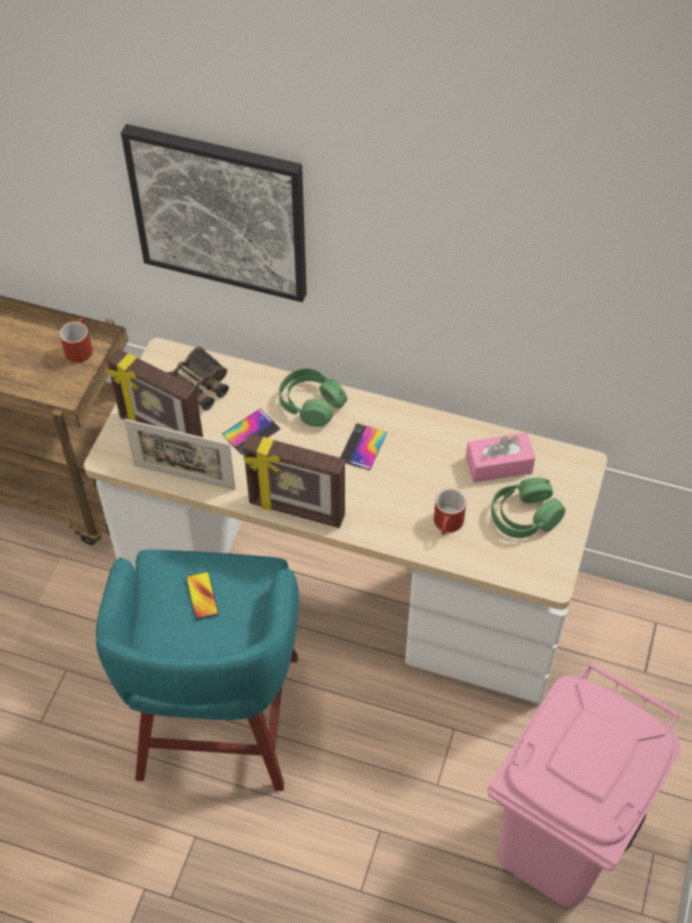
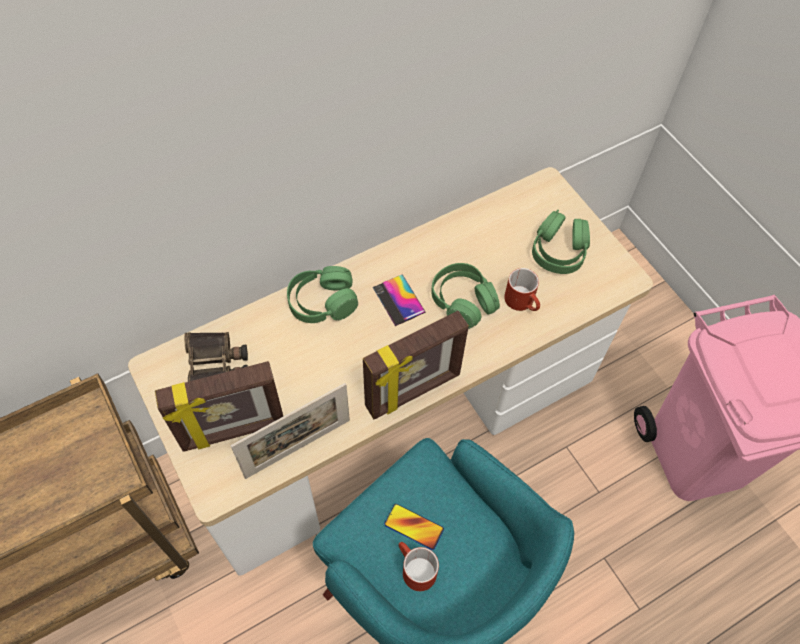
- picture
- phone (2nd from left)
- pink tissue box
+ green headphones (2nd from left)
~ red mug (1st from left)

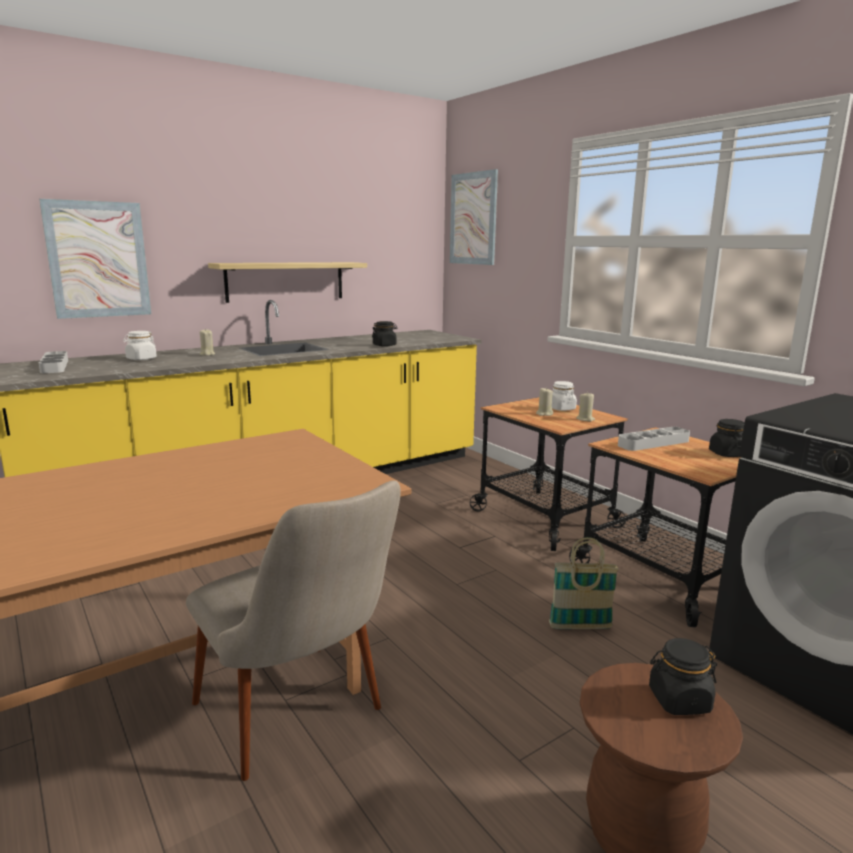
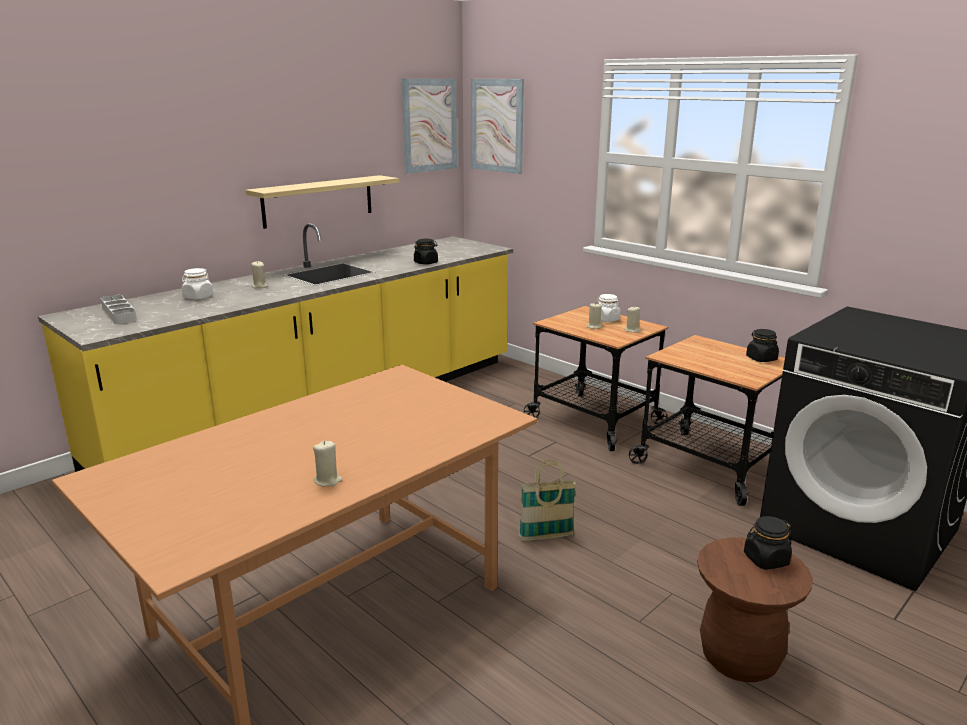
- beige chair
- grey tray (2nd from left)
+ beige candle (2nd from left)
~ picture (1st from left)
~ basket

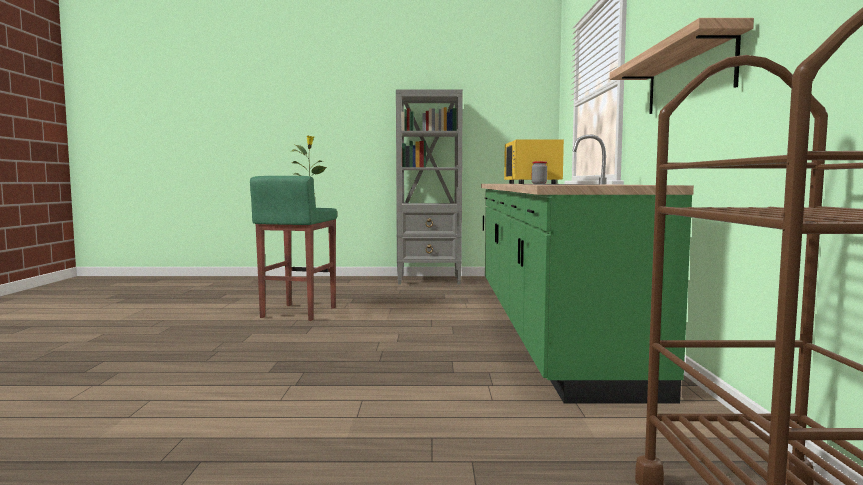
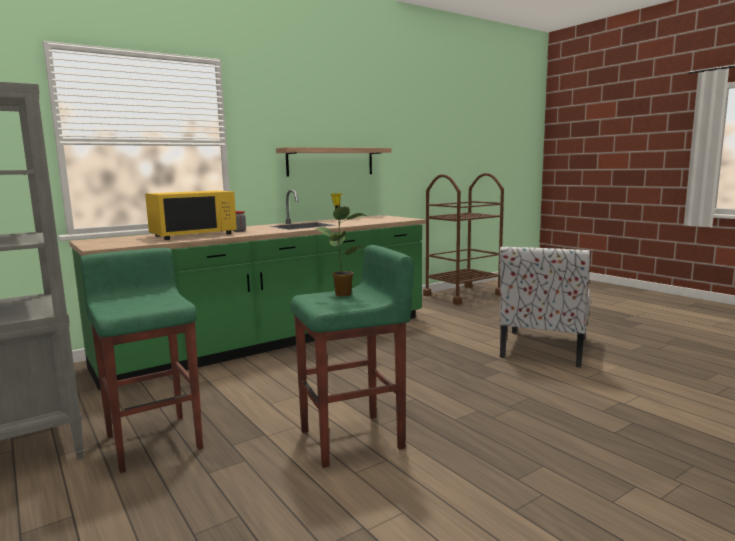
+ green stool (1st from left)
+ chair

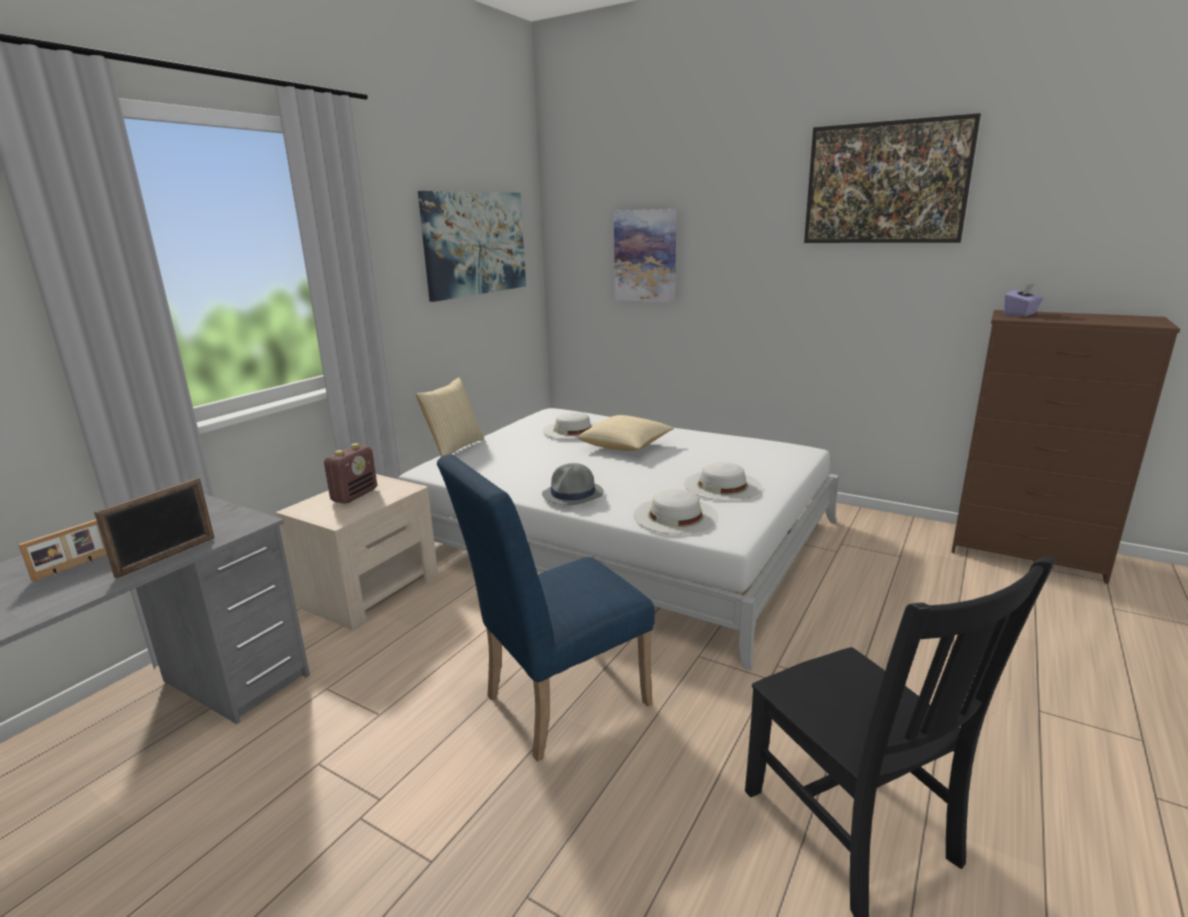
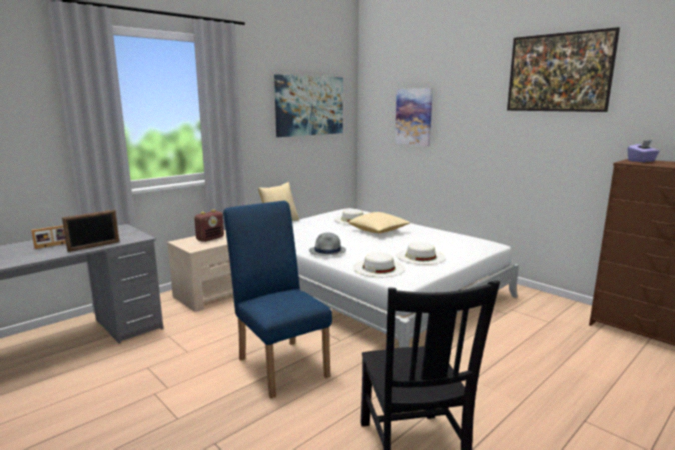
~ blue chair 75 degrees clockwise

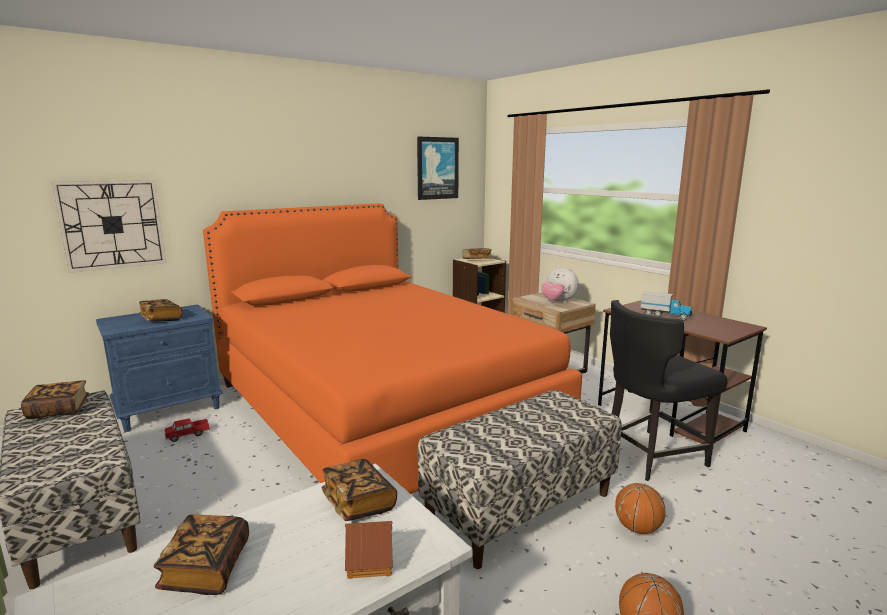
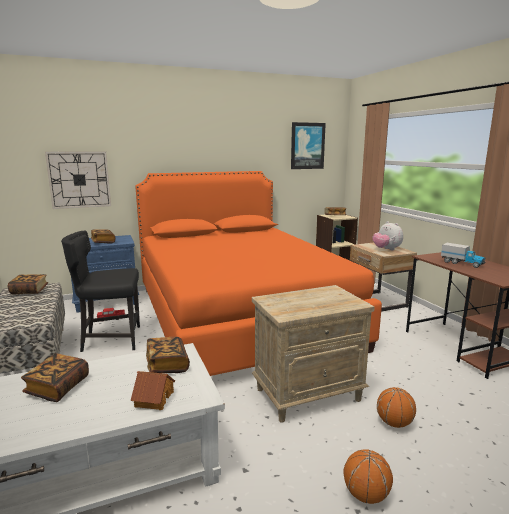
~ black chair
~ bench (2nd from left) to beige nightstand (1st from left)

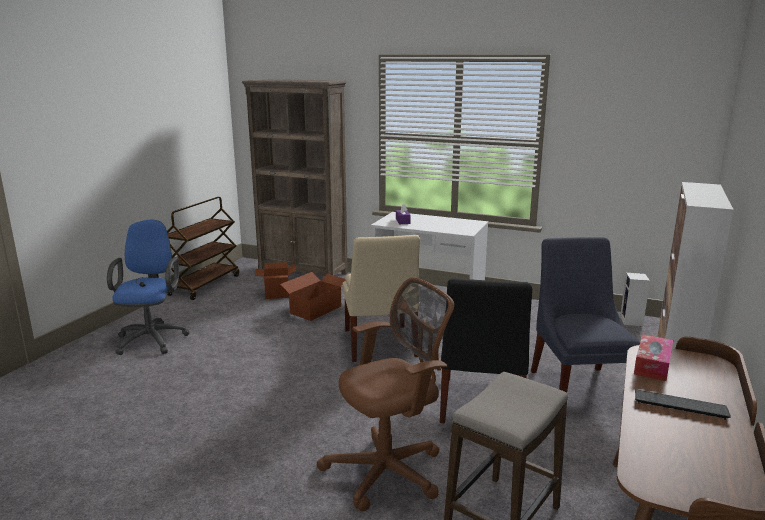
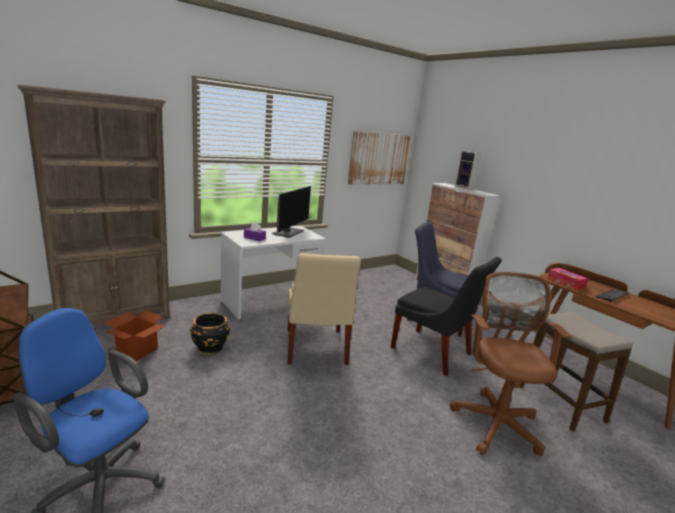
+ monitor
+ picture
~ speaker
~ cardboard box (2nd from left) to black planter
~ beige chair 60 degrees clockwise

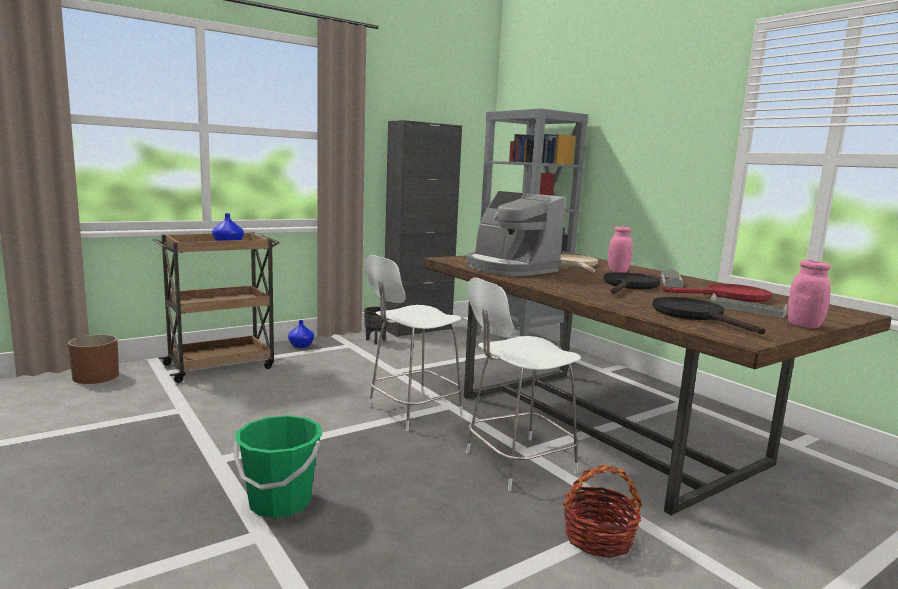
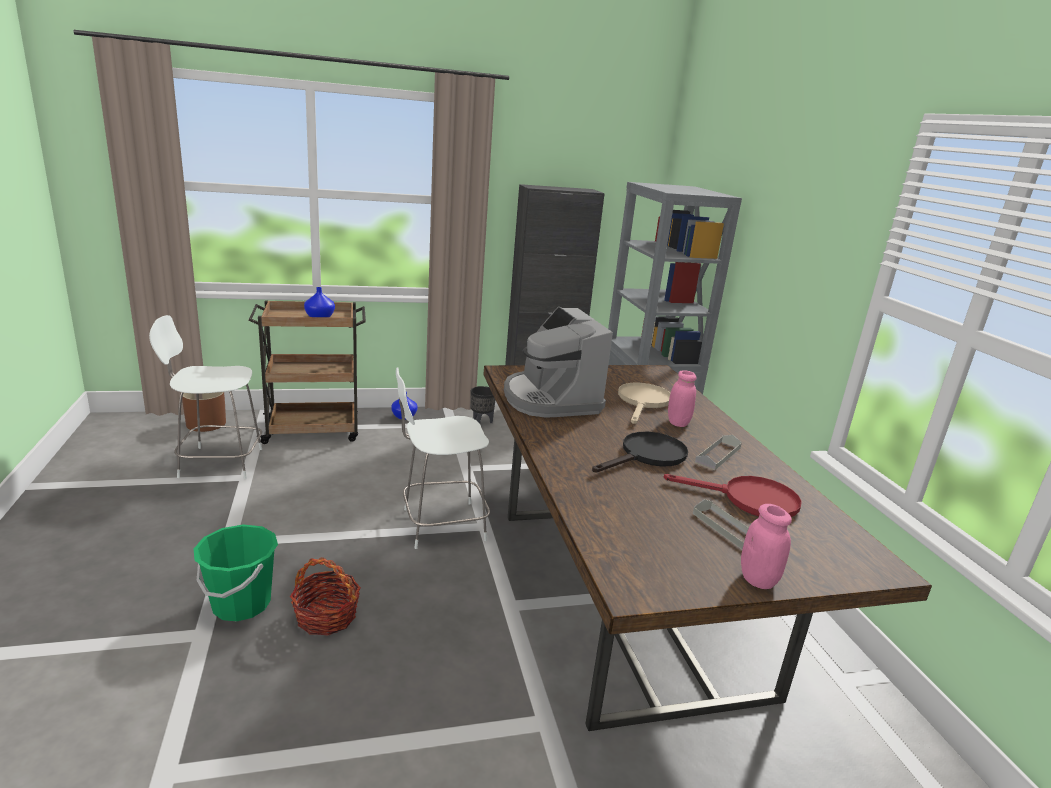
- black frying pan (2nd from left)
~ white chair (2nd from left in the first image) to white chair (1st from left)
~ basket

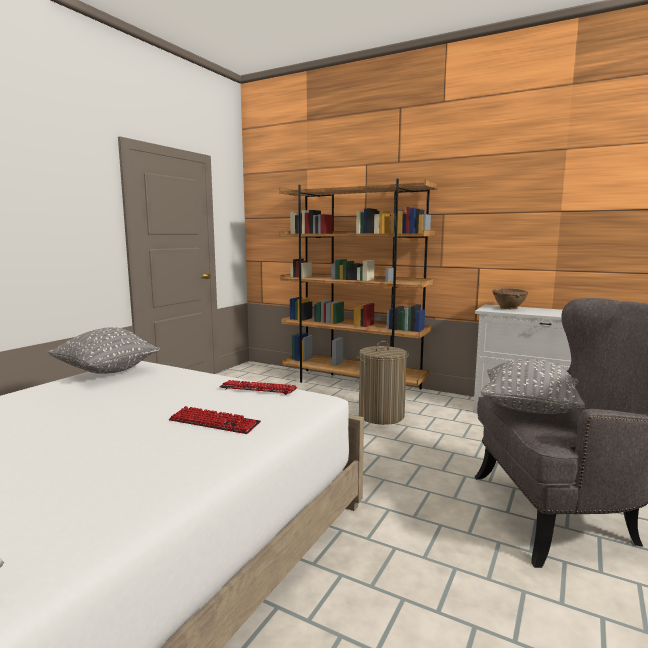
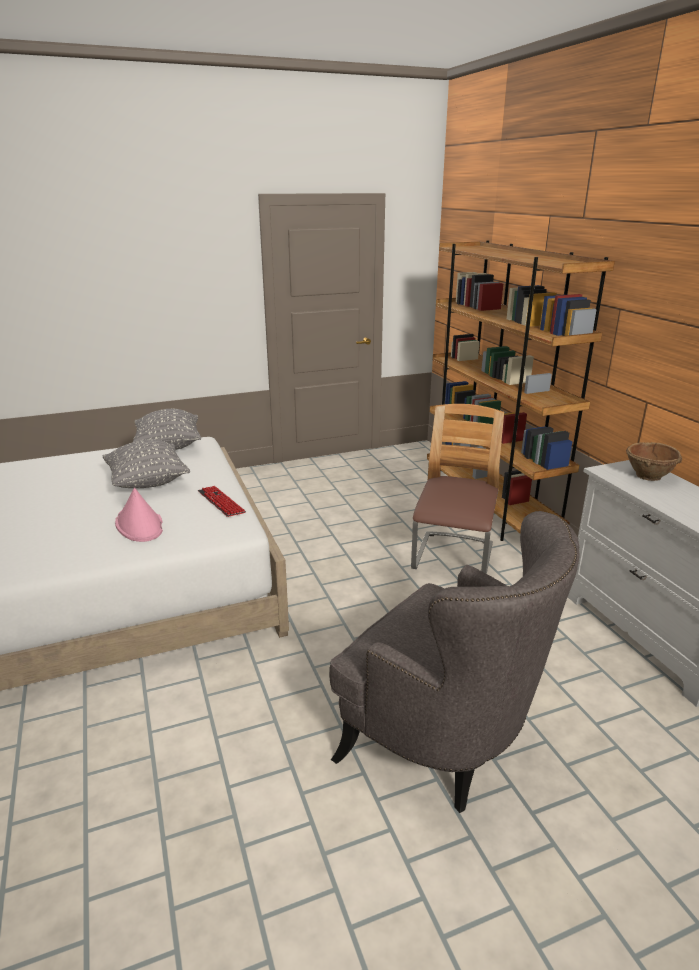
~ grey pillow (2nd from left in the first image) to grey pillow (1st from left)
~ keyboard (1st from left) to pink hat
~ laundry basket to chair

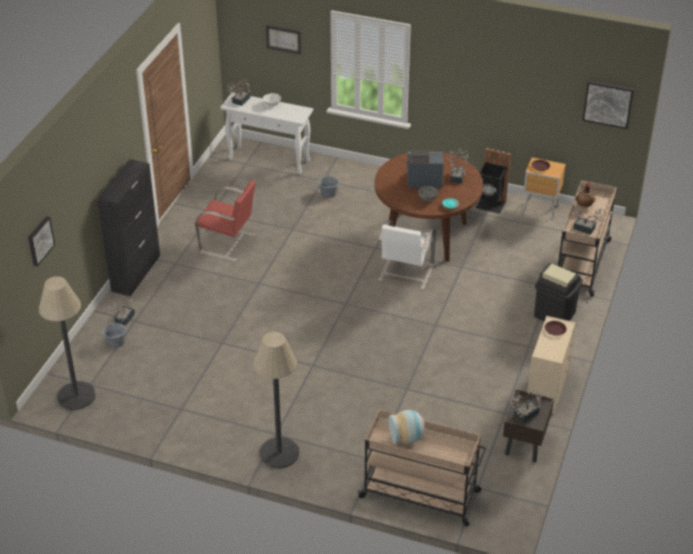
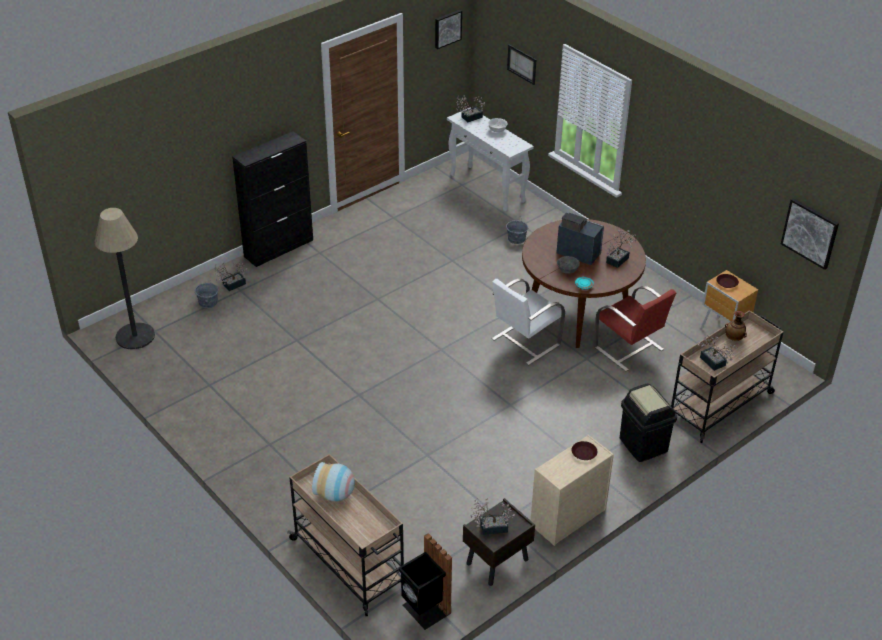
- floor lamp (2nd from left)
~ picture (1st from left)
~ red chair
~ black trash can (1st from left)

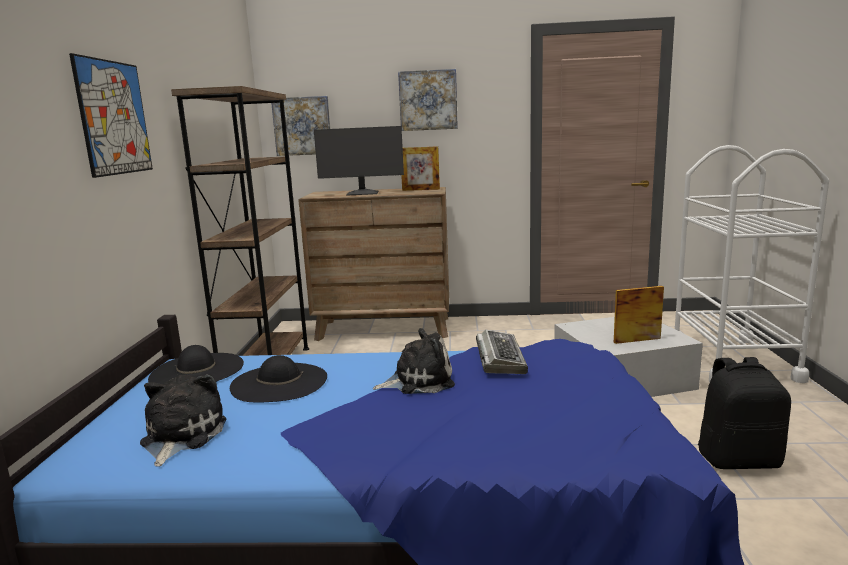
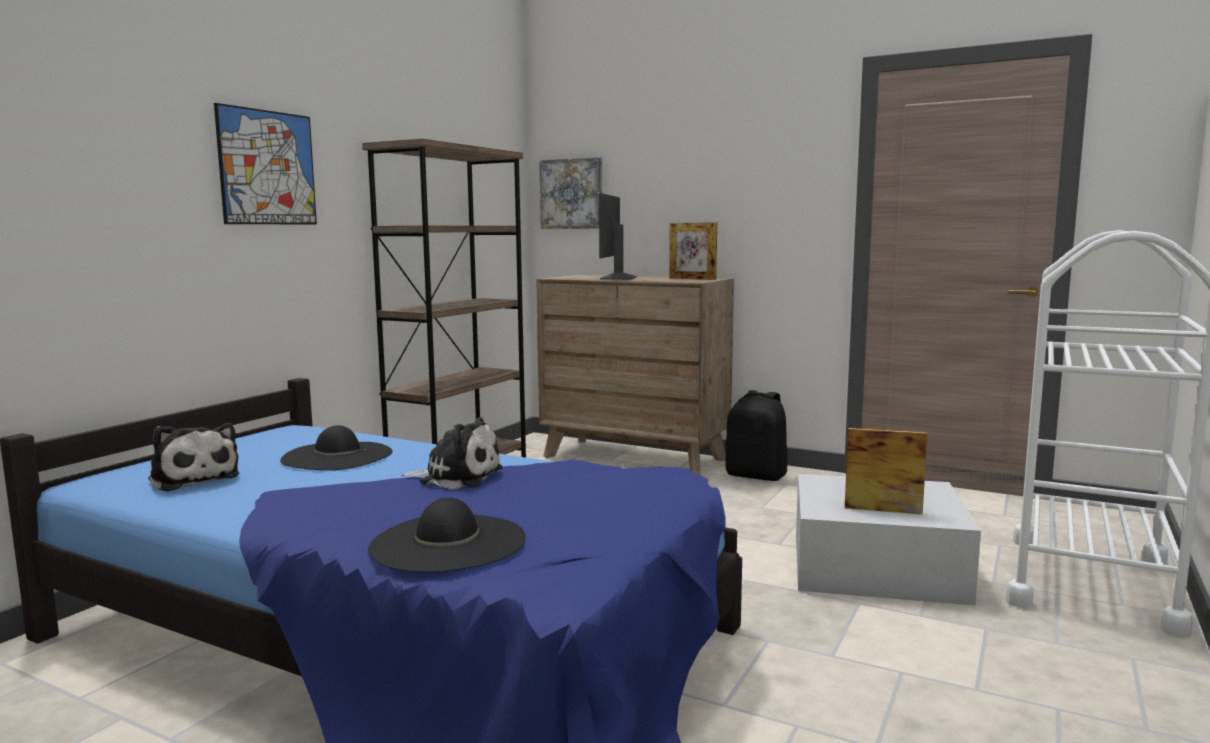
- picture (3rd from left)
- keyboard
~ black hat (1st from left in the first image) to black hat (2nd from left)
~ black backpack
~ plush toy (1st from left) 105 degrees clockwise
~ monitor 75 degrees clockwise

